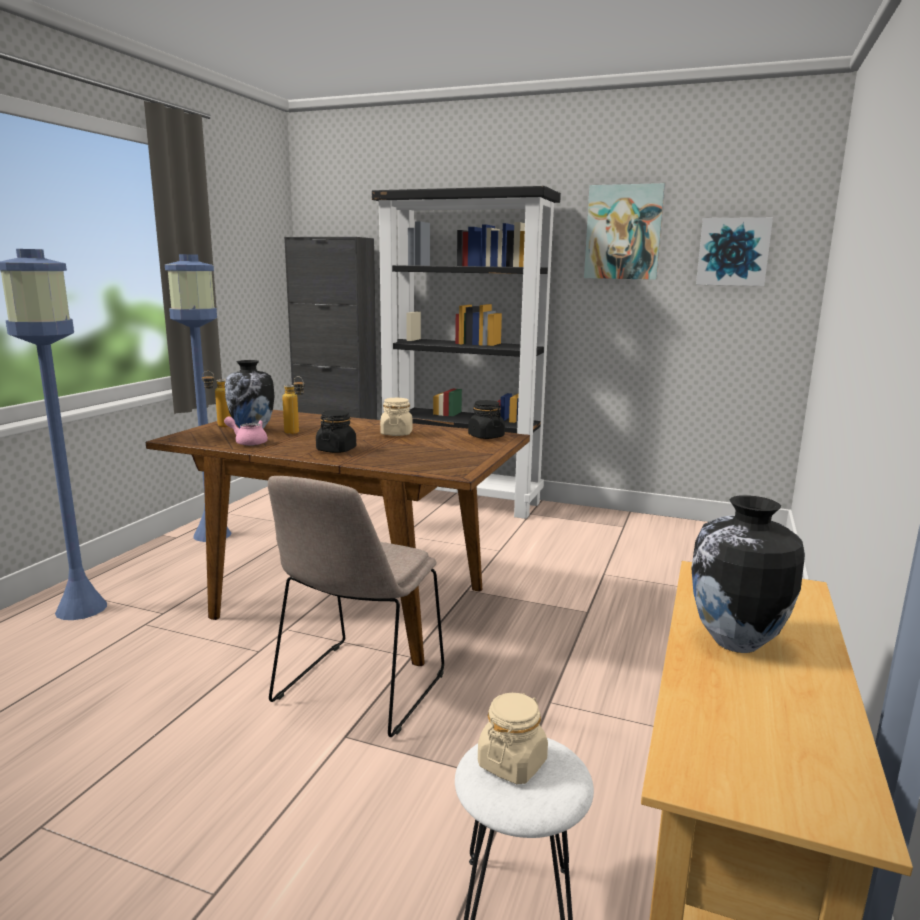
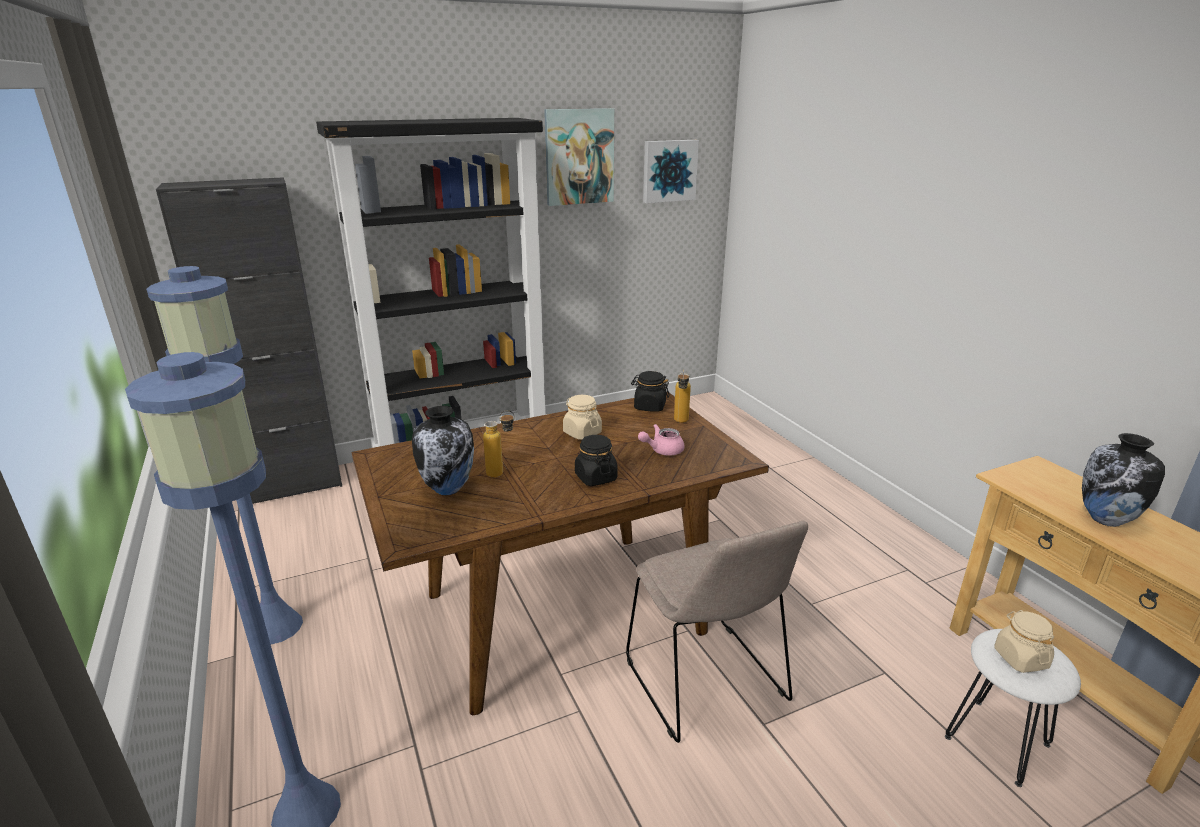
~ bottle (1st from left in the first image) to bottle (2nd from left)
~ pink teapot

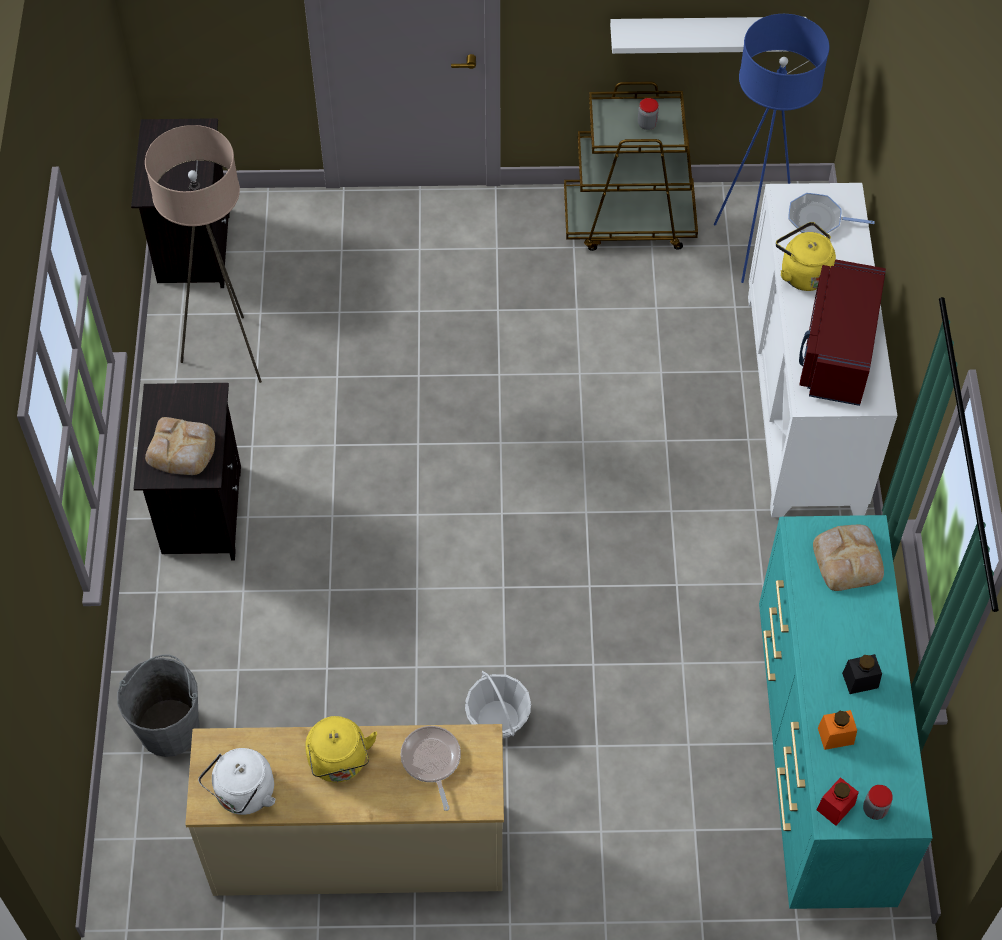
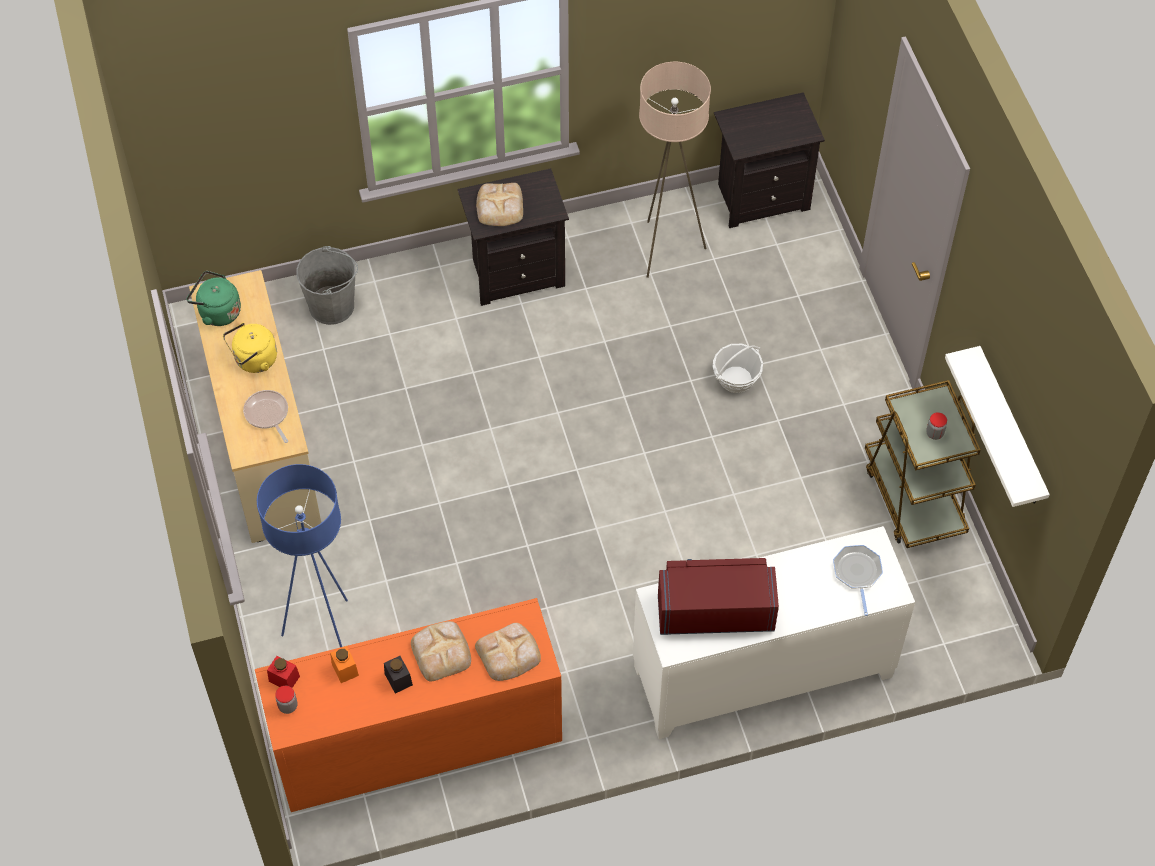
- yellow kettle (2nd from left)
+ bread (1st from left)
~ basket
~ blue floor lamp
~ white kettle to green kettle
~ turquoise dresser to orange dresser
~ frying pan (1st from left) 90 degrees counterclockwise

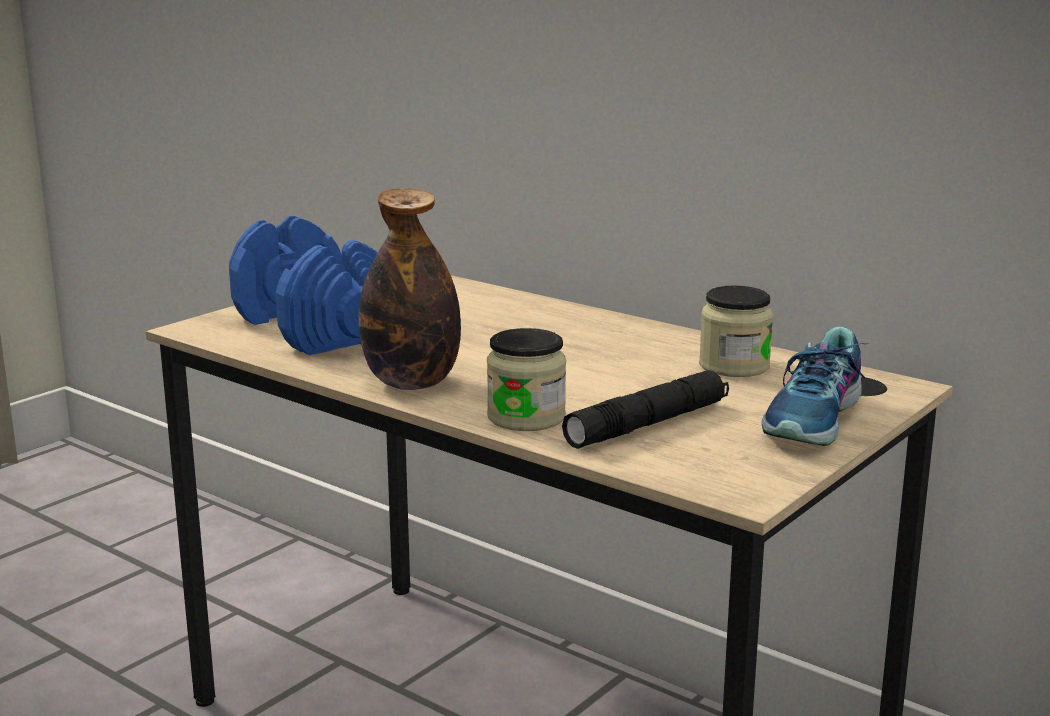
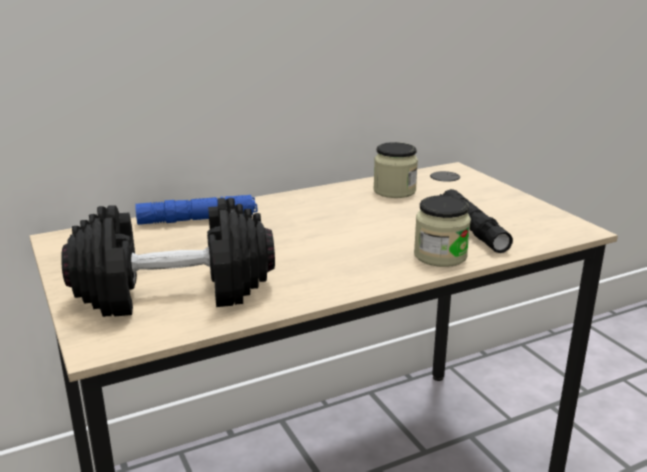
- bottle
- shoe
+ blue flashlight
~ blue dumbbell to black dumbbell

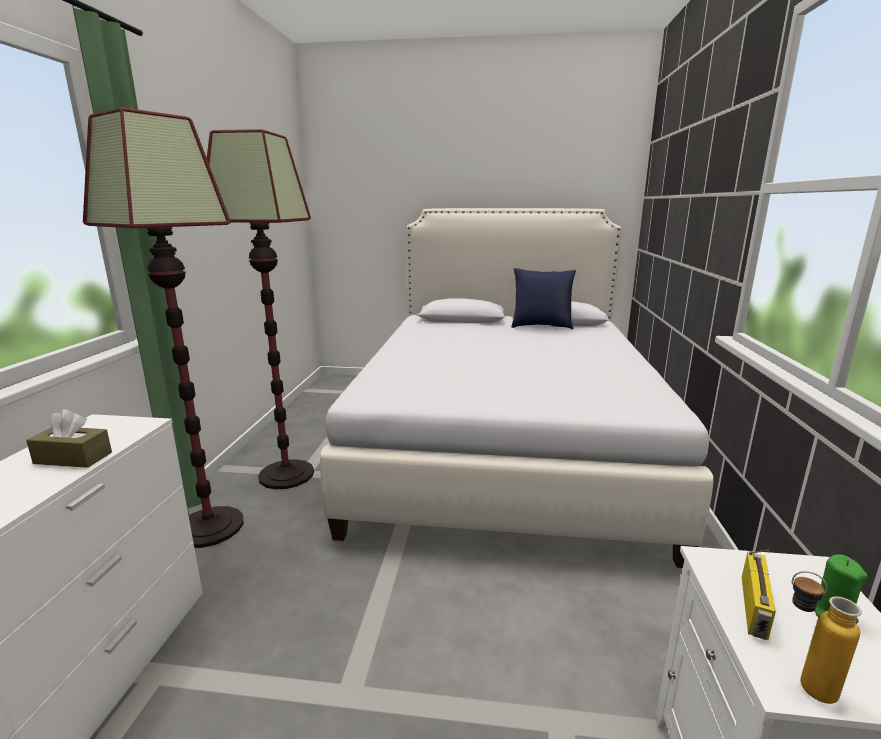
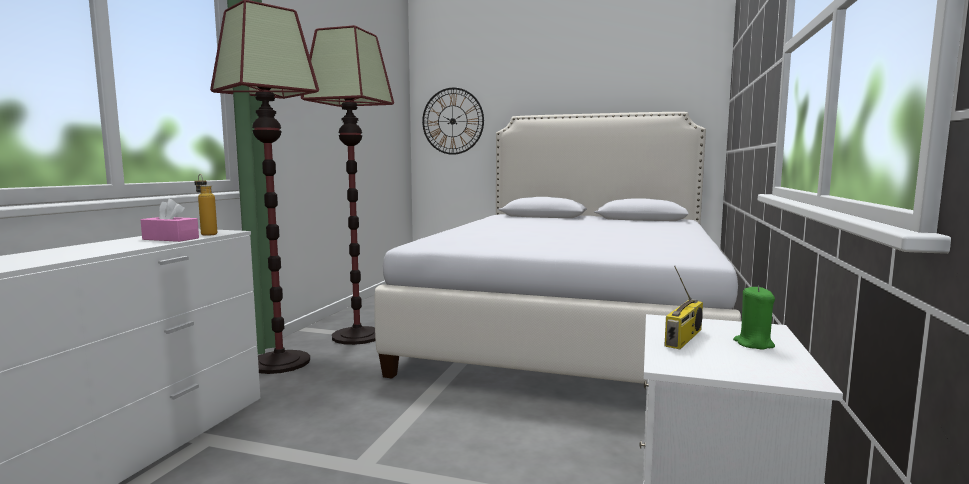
- blue pillow
+ wall clock
~ bottle
~ brown tissue box to pink tissue box

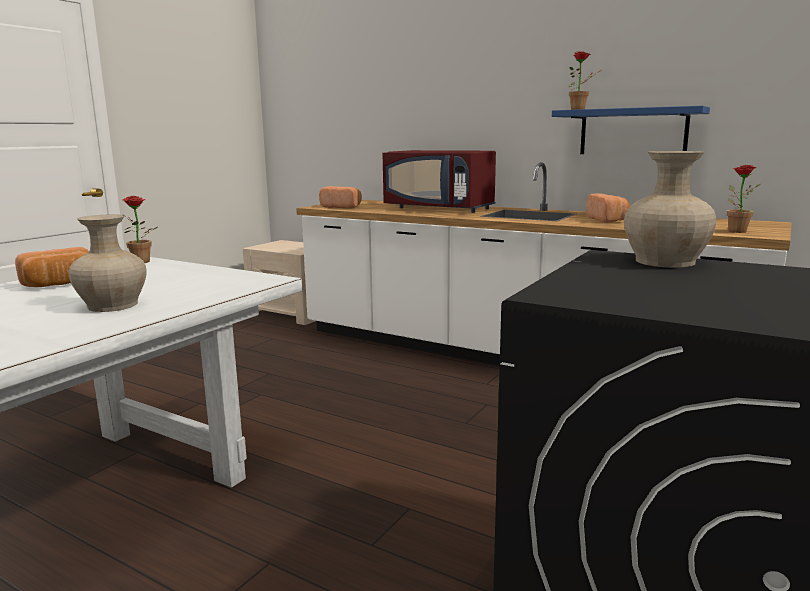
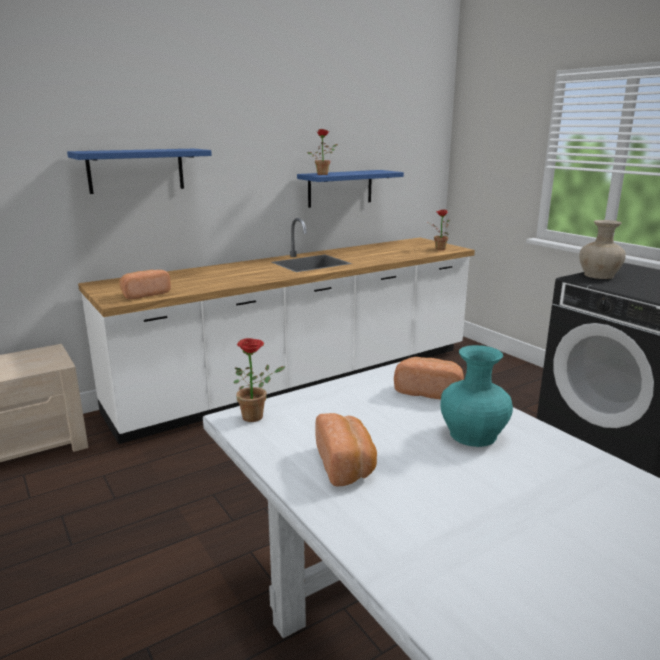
- red microwave
+ blue shelf (1st from left)
~ bread (3rd from left)
~ beige vase (1st from left) to turquoise vase

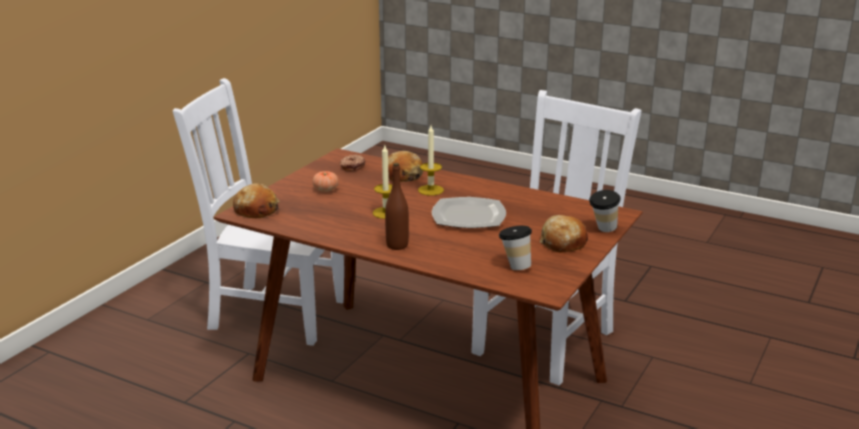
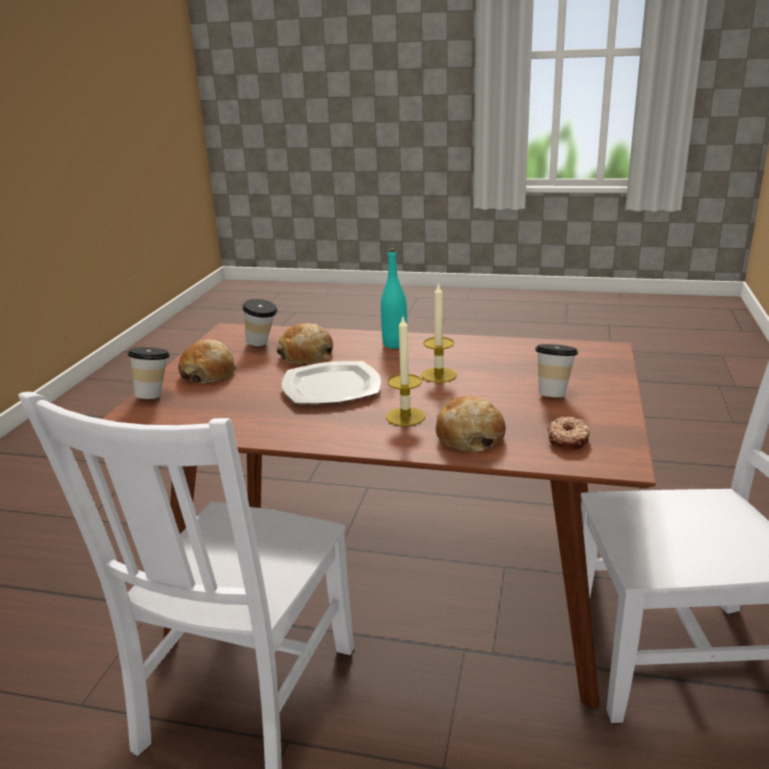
~ bread (1st from left in the first image) to bread (2nd from left)
~ tomato to cup (3rd from left)
~ brown bottle to turquoise bottle

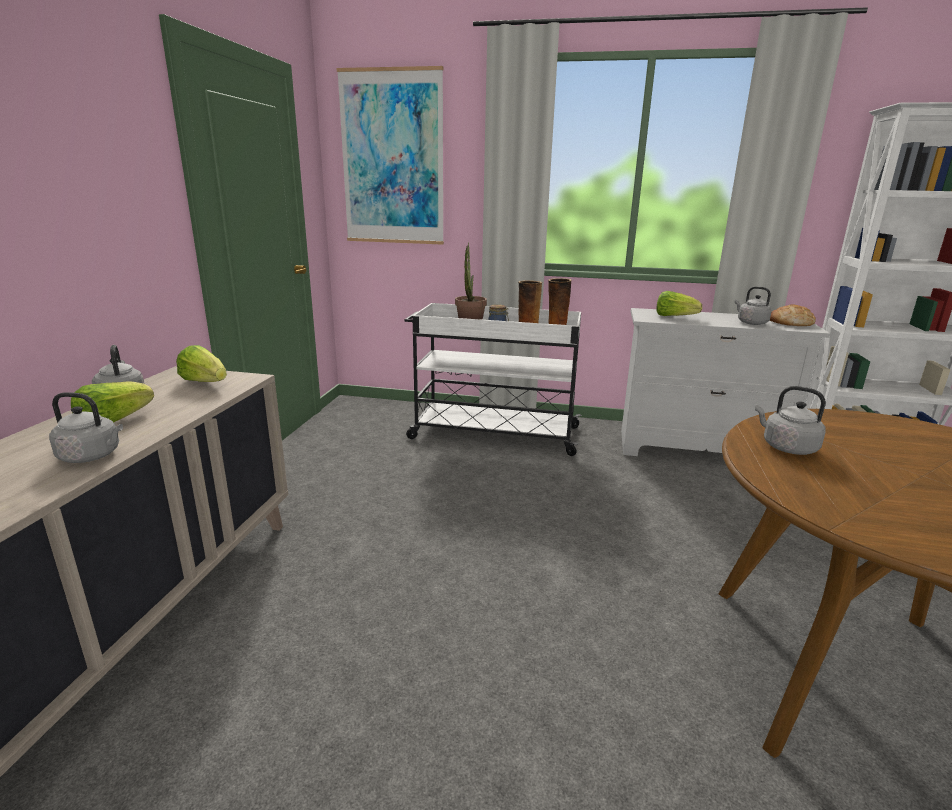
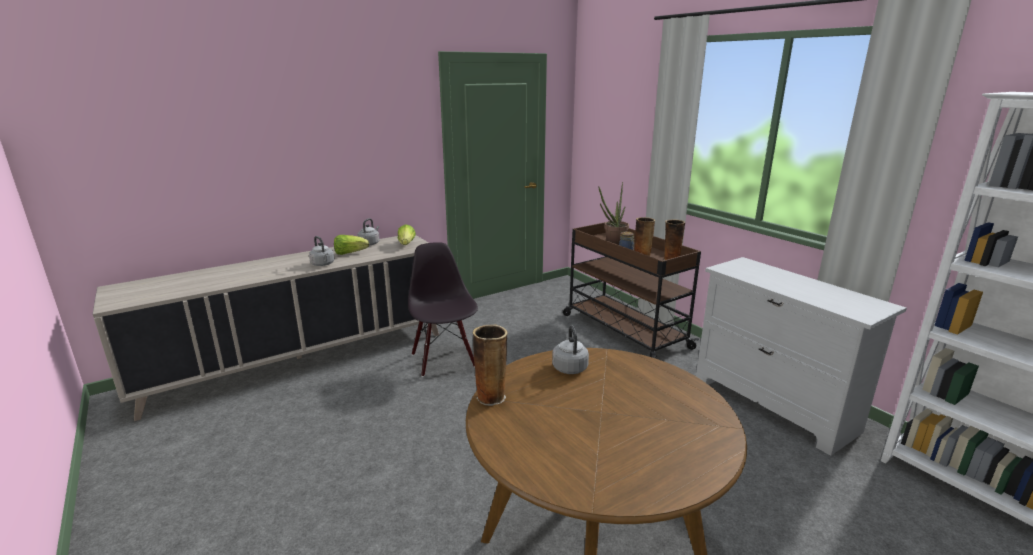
- picture
- lettuce (3rd from left)
- grey kettle (3rd from left)
- bread
+ black chair
+ vase (1st from left)
~ white cart to brown cart

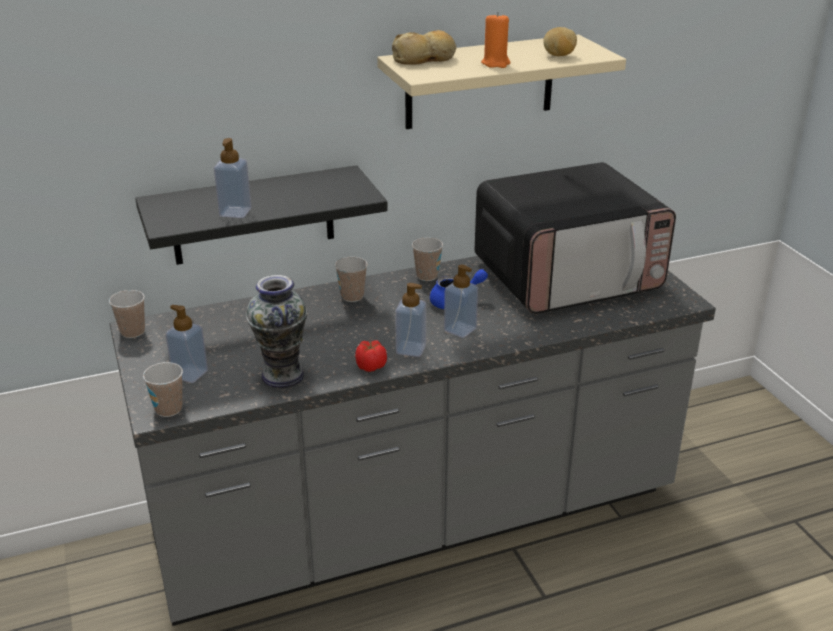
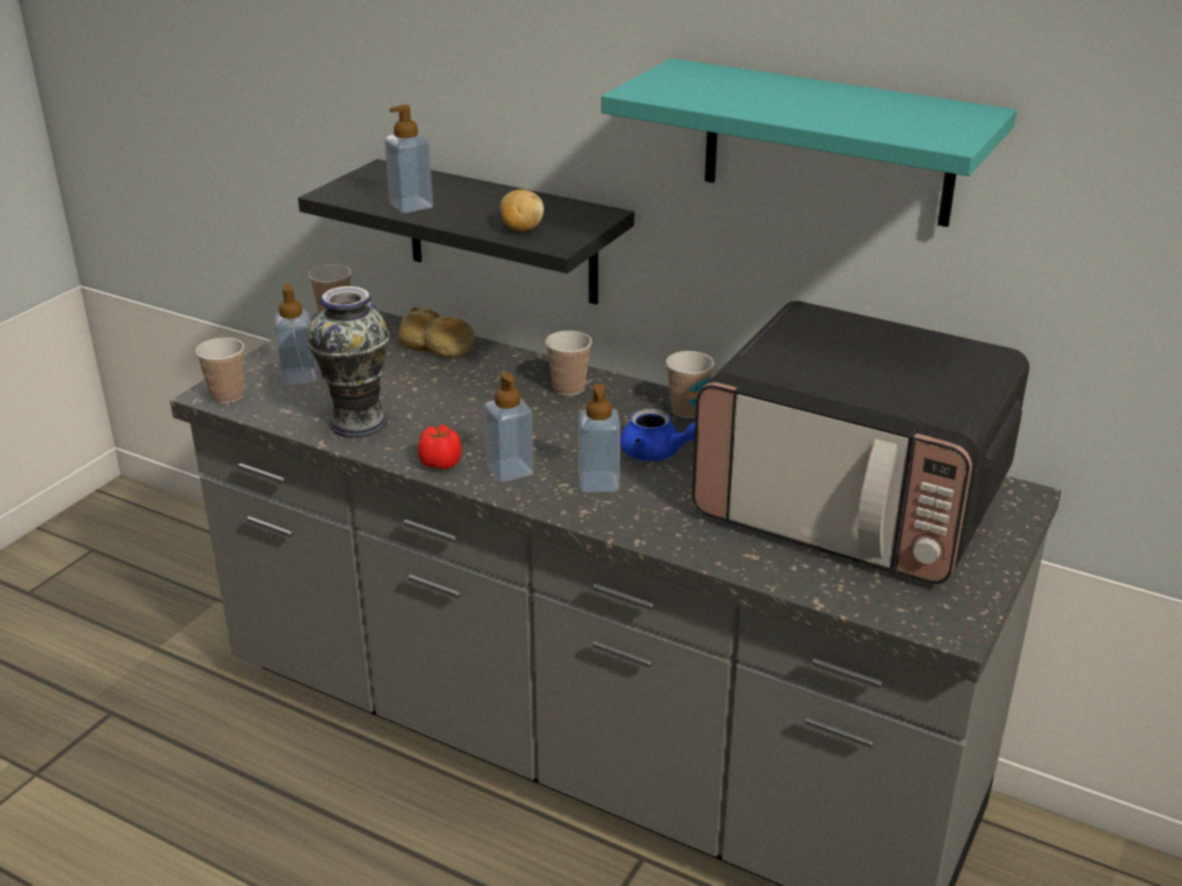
- orange candle
~ bread
~ potato
~ beige shelf to turquoise shelf

